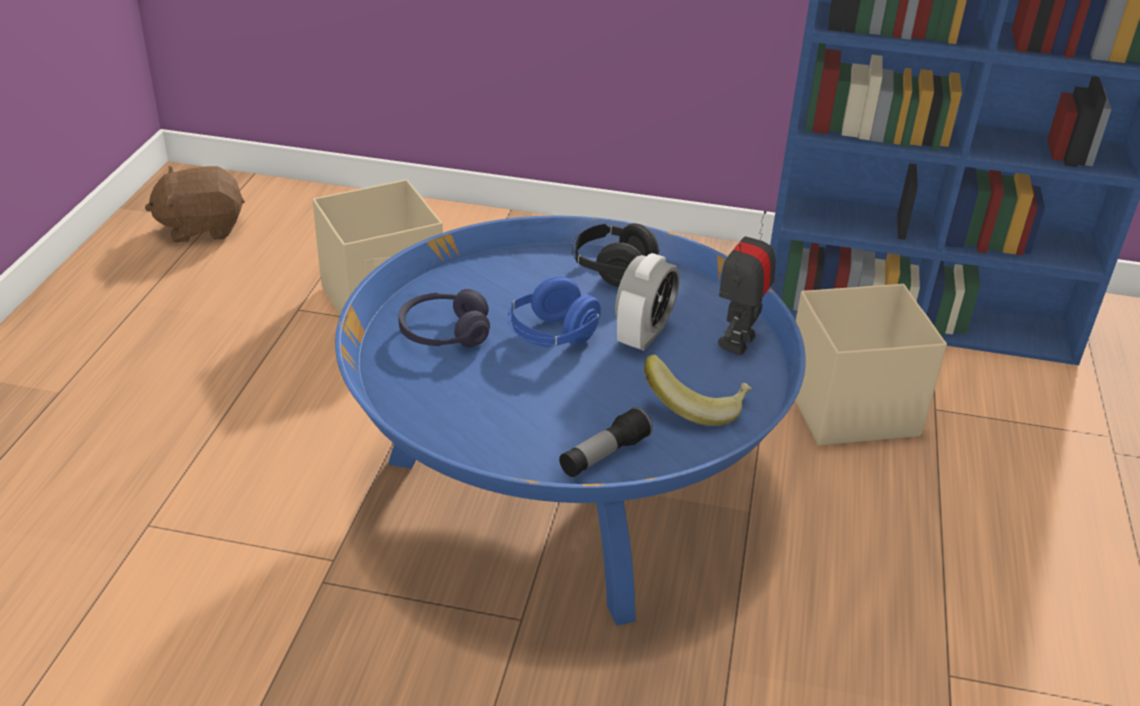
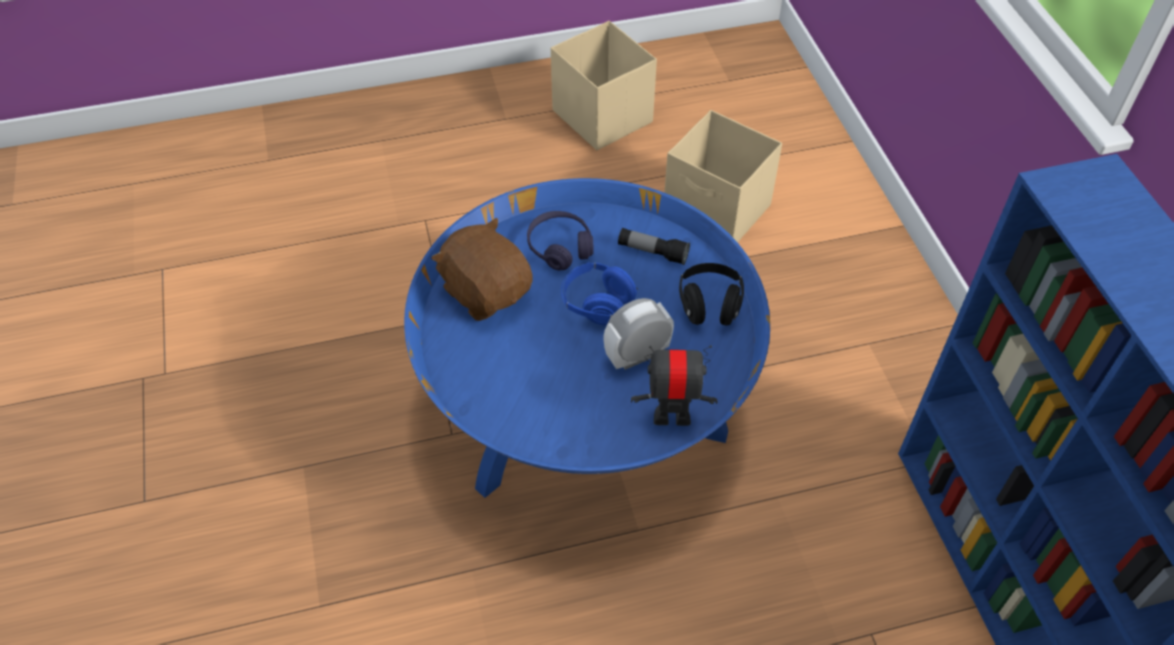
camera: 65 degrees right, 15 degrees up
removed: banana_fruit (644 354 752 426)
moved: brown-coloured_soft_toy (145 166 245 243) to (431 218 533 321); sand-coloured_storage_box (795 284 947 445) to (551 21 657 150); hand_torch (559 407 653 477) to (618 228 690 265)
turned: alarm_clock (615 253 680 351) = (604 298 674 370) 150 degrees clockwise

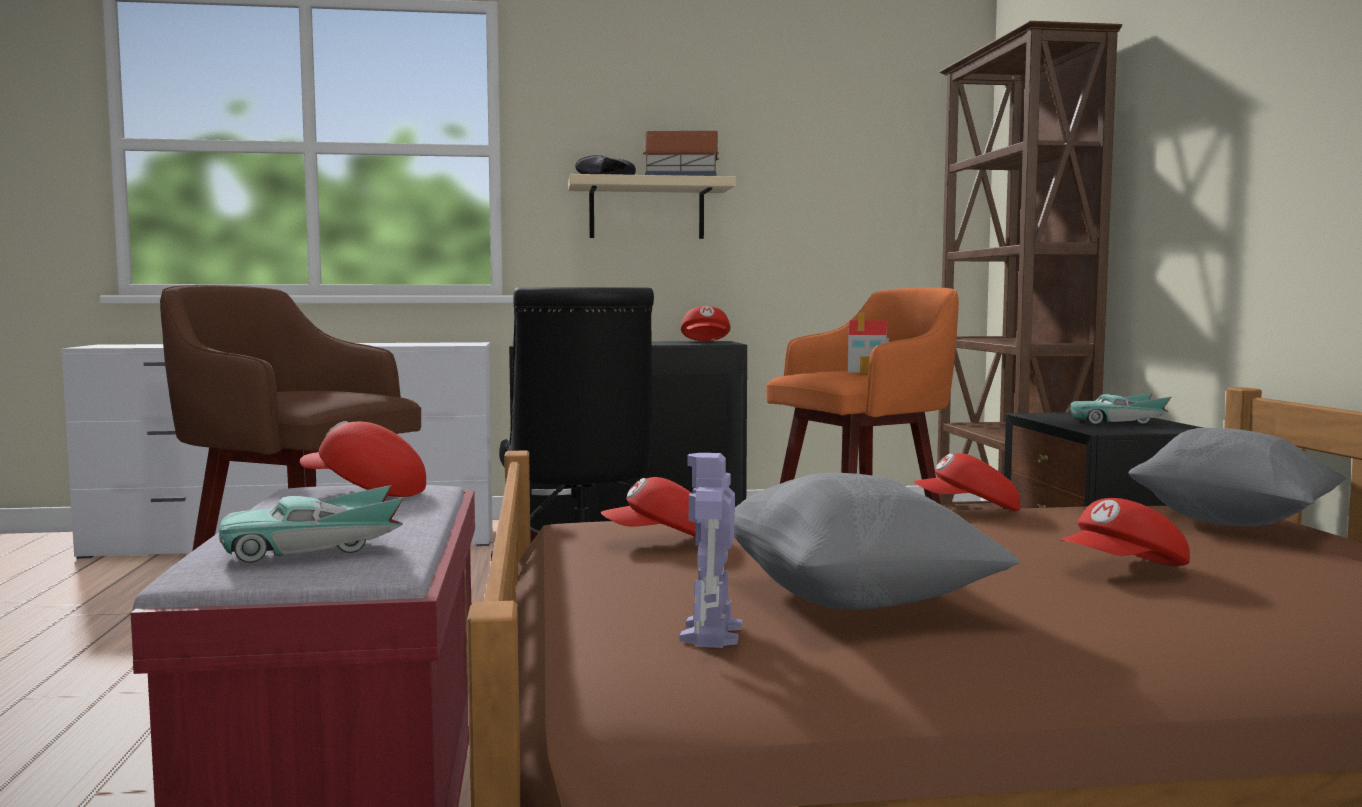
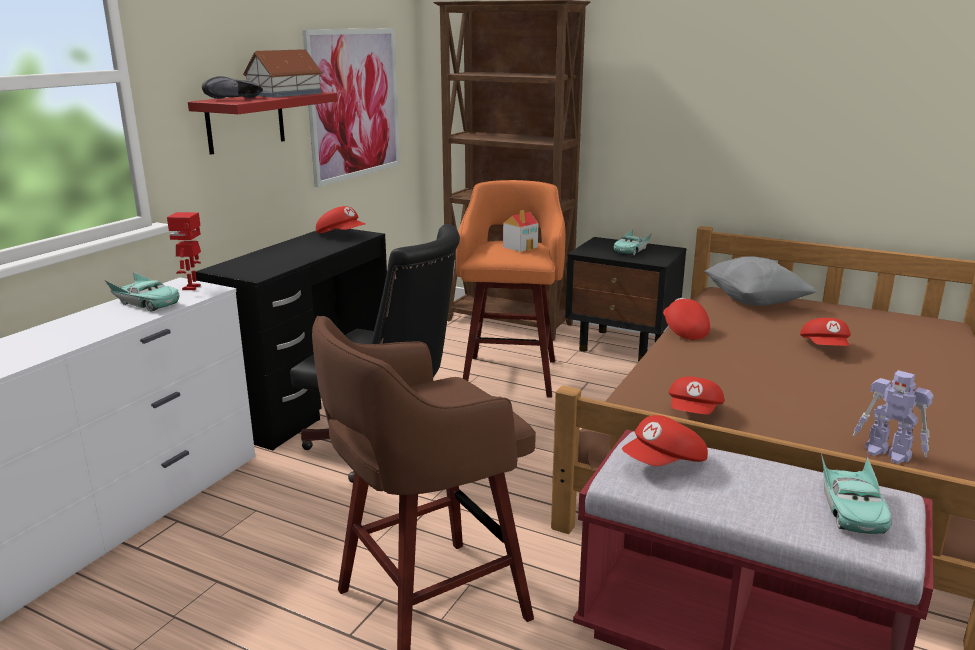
camera: 55 degrees left, 15 degrees up
removed: grey_cushion (734 473 1020 610)
added: turquoise_toy_car (105 272 179 312); toy_robot (167 212 201 290); wall_picture (302 28 400 187)
recoloured: sand-coloured_shelf (568 174 736 239) to red-coloured_shelf (188 92 338 155)
turned: red-coloured_cap (913 453 1020 511) = (663 298 710 340) 135 degrees clockwise

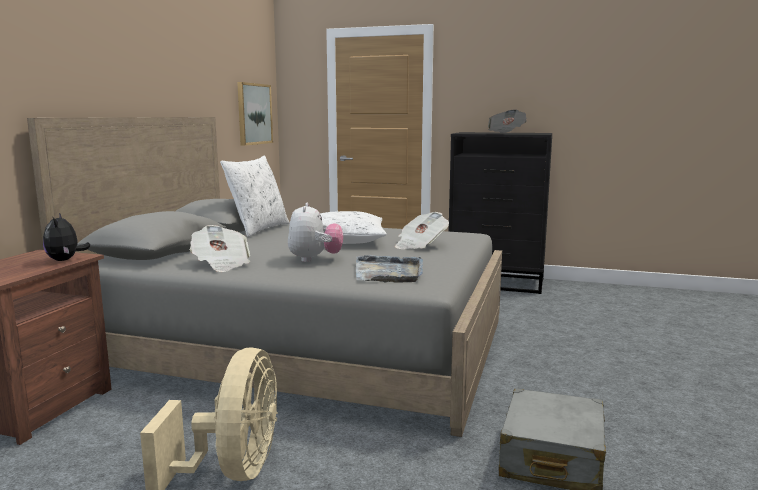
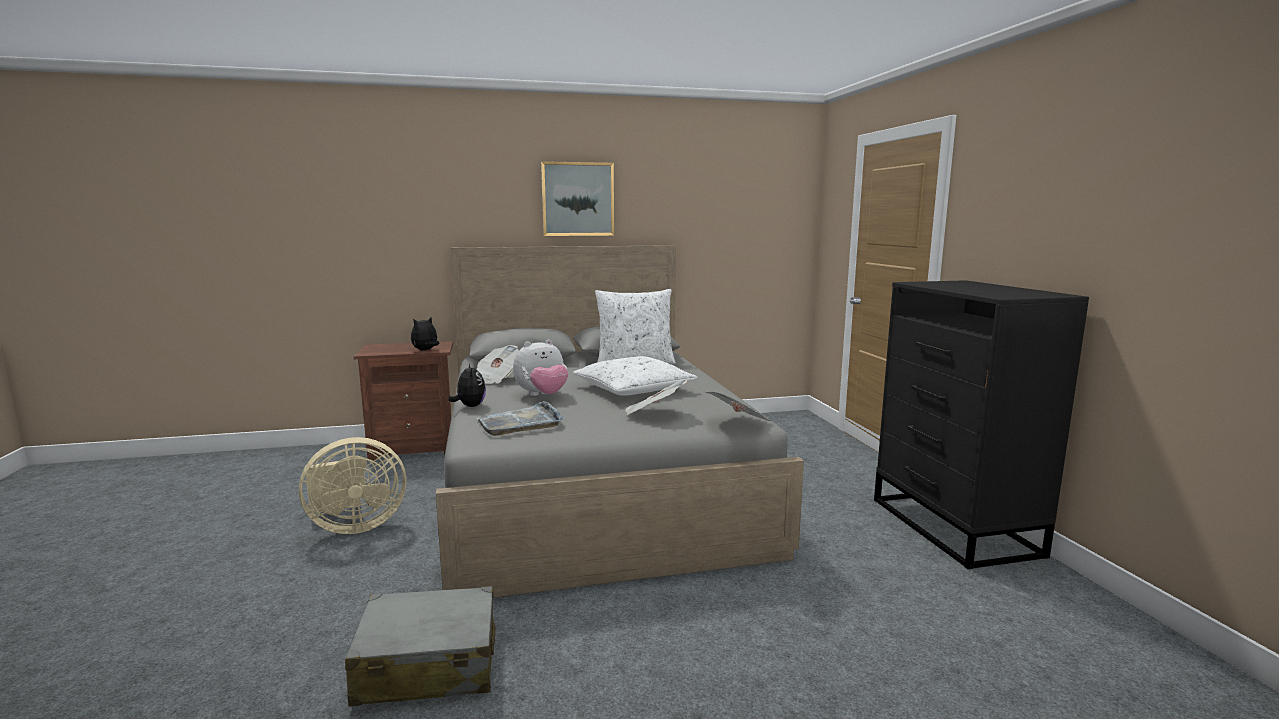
camera: 60 degrees right, 0 degrees up
added: soft_toy (449 363 486 407)
moved: wall_picture (237 82 273 146) to (541 161 614 236); printed_paper (488 109 527 133) to (706 392 771 421)

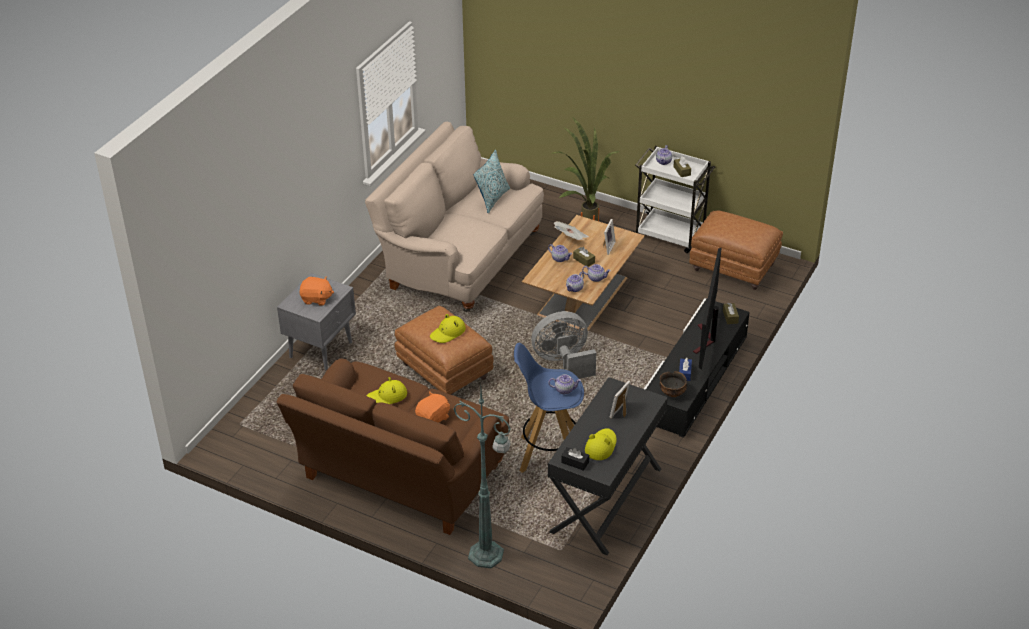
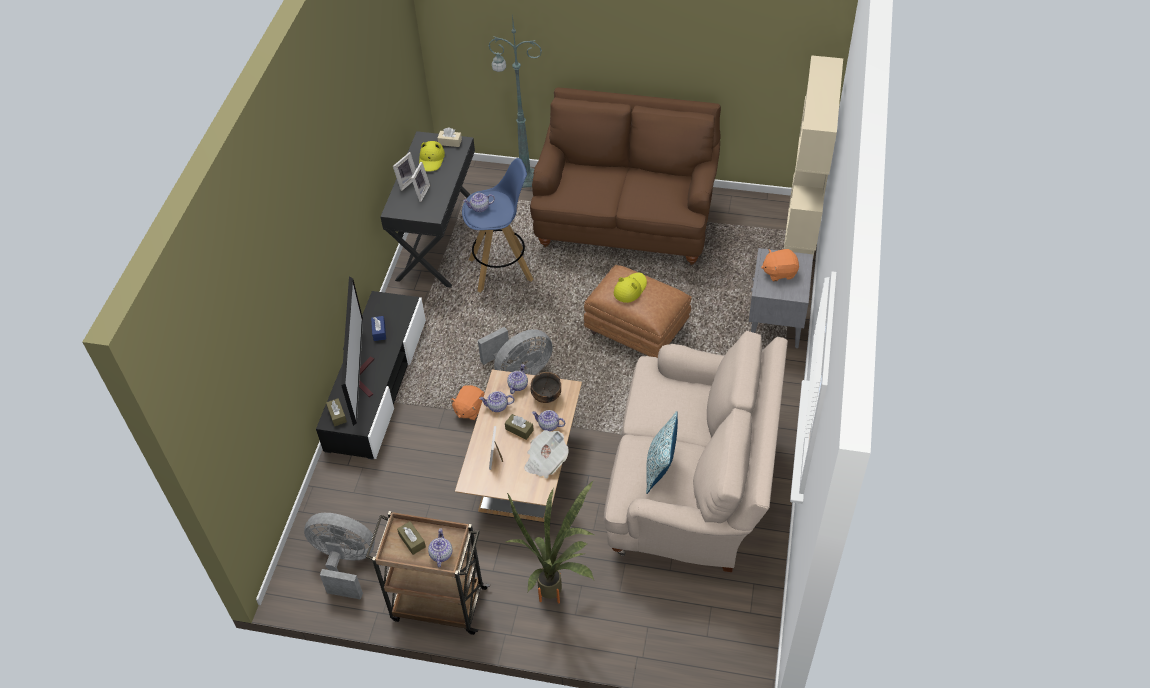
camera: 165 degrees right, 10 degrees up
removed: yellow-coloured_hat (366 377 407 404)
added: standing_frame (393 152 416 191); sand-coloured_shelving_unit (784 55 843 257)
moved: orange_soft_toy (415 391 450 423) to (450 385 485 420); deep_dish (659 371 687 397) to (531 372 561 403)
replaced: brown-coloured_footrest (689 211 783 290) to grey_fan (304 513 375 600)
recoloured: white-coloured_trolley (632 146 715 253) to brown-coloured_trolley (366 511 490 635); blackish_box_of_tissues (561 447 589 471) to sand-coloured_box_of_tissues (437 128 462 147)

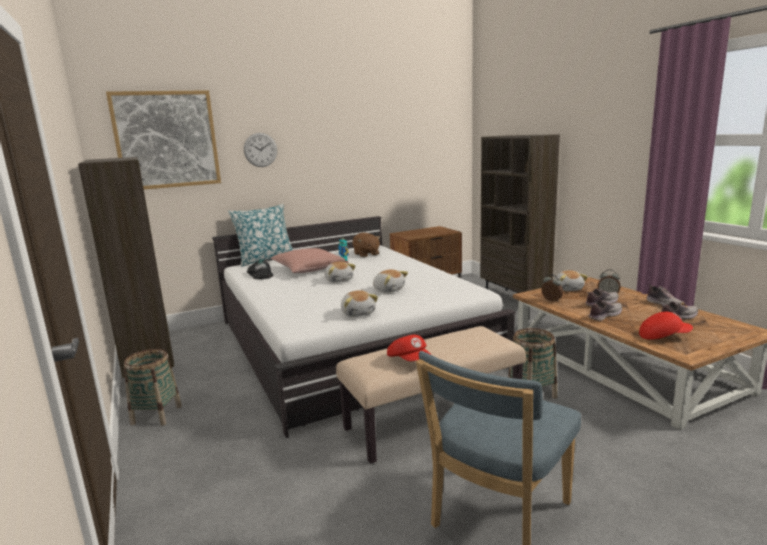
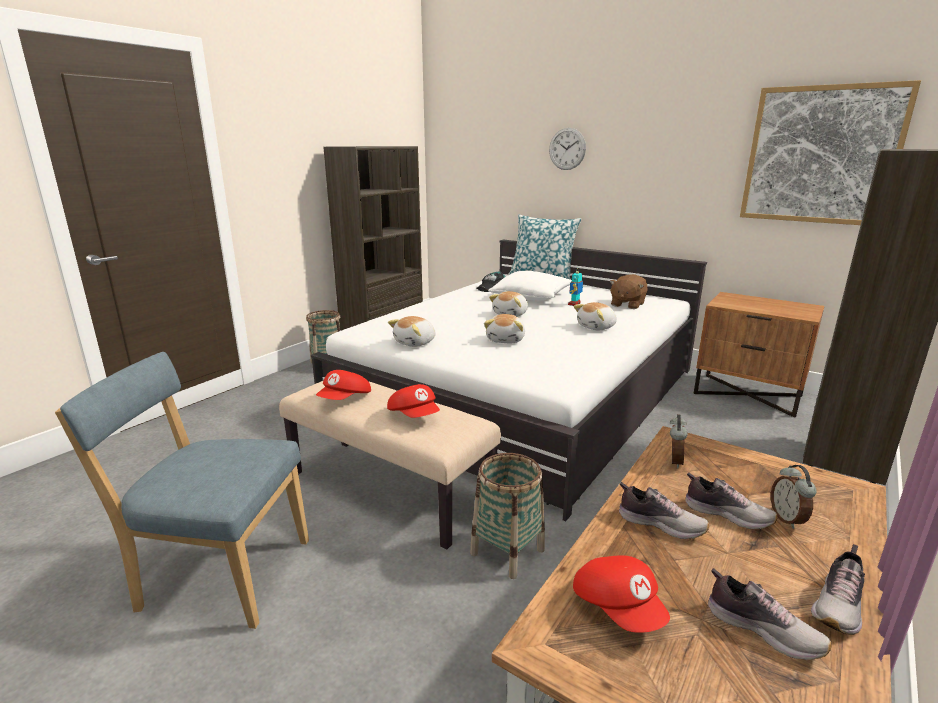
camera: 60 degrees right, 5 degrees up
added: red-coloured_cap (387 384 440 418)
moved: soft_toy (555 270 588 291) to (574 302 617 330); wall_picture (106 90 221 190) to (740 80 921 225)
recoloured: pinkish_cushion (271 248 345 273) to white-coloured_cushion (488 271 572 301)

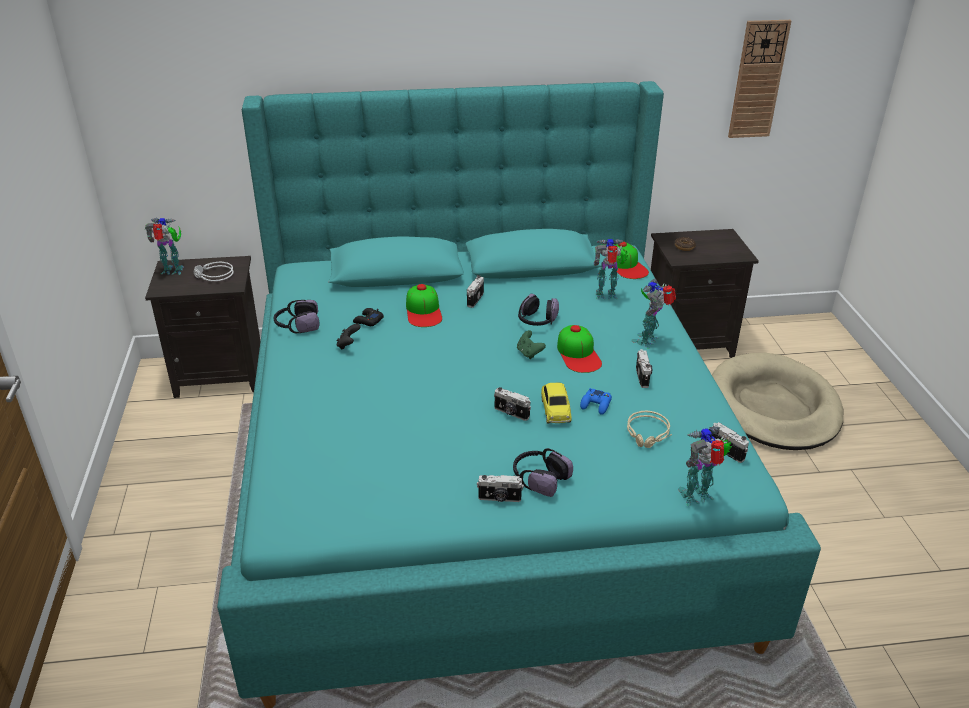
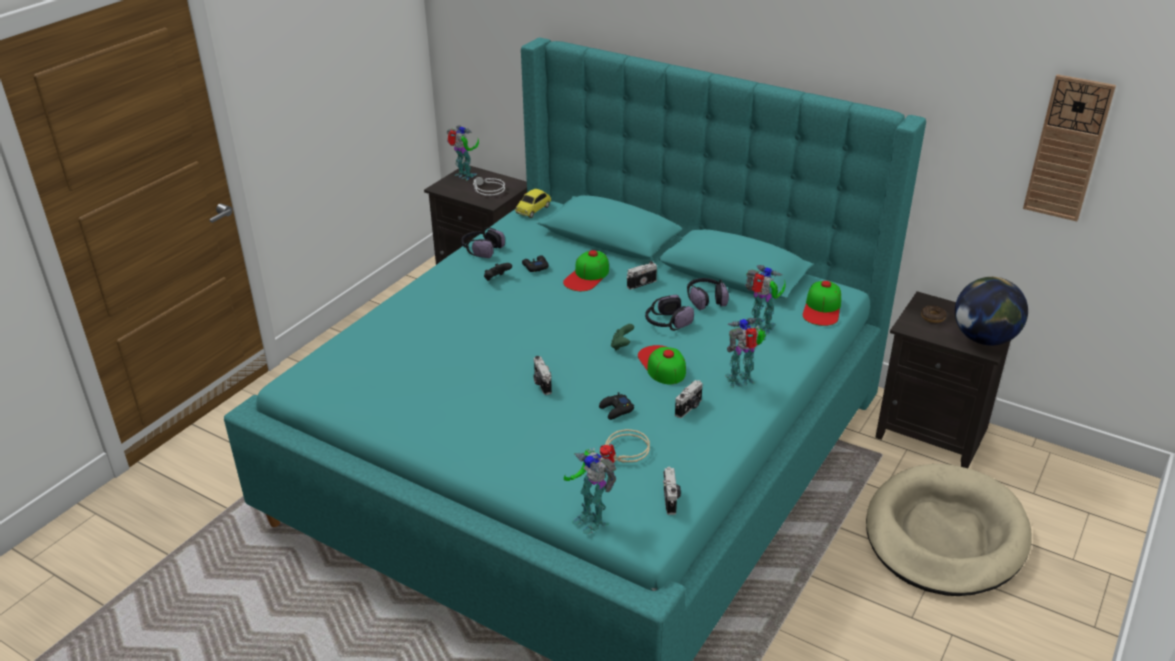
camera: 40 degrees right, 0 degrees up
removed: still_camera (477 475 524 502)
added: desk_globe (955 277 1028 346)
moved: toy_car (541 383 572 423) to (515 189 551 218); headset (513 448 573 497) to (687 278 729 310)
recoloured: blue_gamepad (580 388 612 415) to blackish_gamepad (599 392 634 420)
turned: toy_robot (678 426 732 506) = (564 444 617 534) 150 degrees counterclockwise; cap (557 325 602 373) = (638 345 686 385) 135 degrees clockwise

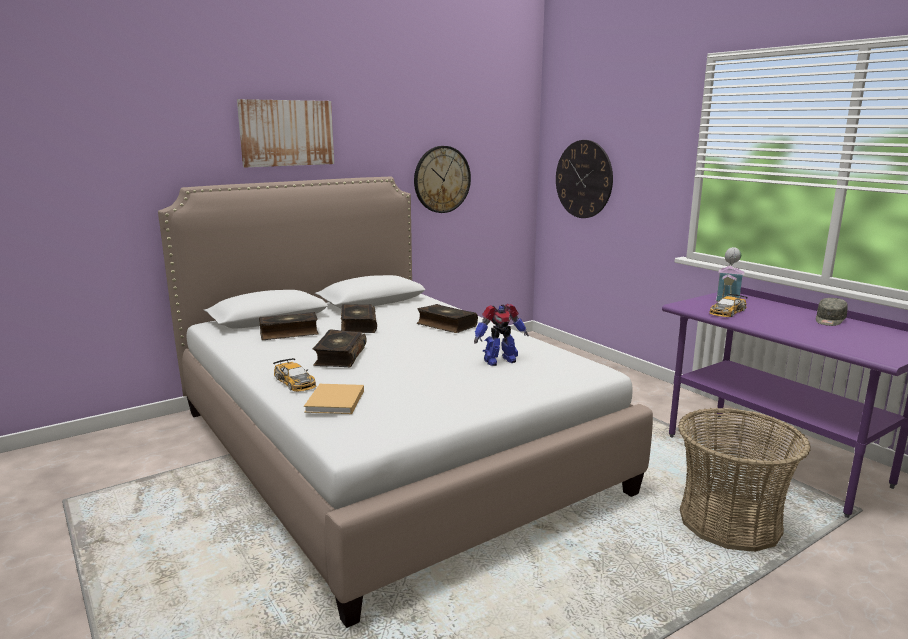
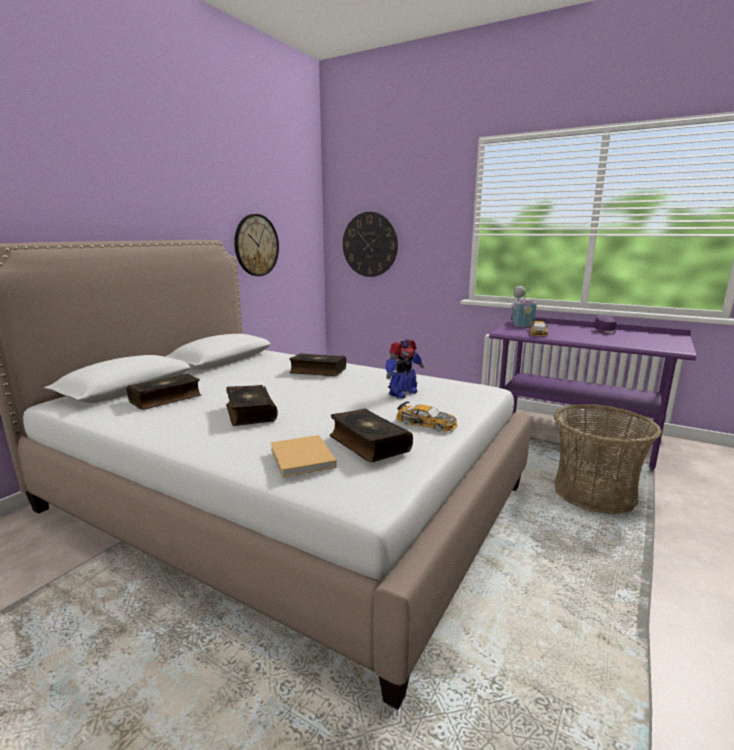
camera: 25 degrees left, 0 degrees up
removed: wall_picture (237 99 334 167)
moved: volume (341 304 377 333) to (330 409 413 463); toy_car (273 358 316 392) to (396 401 457 431)
recoloured: grey_cap (816 298 848 326) to purplish_cap (594 315 616 334)

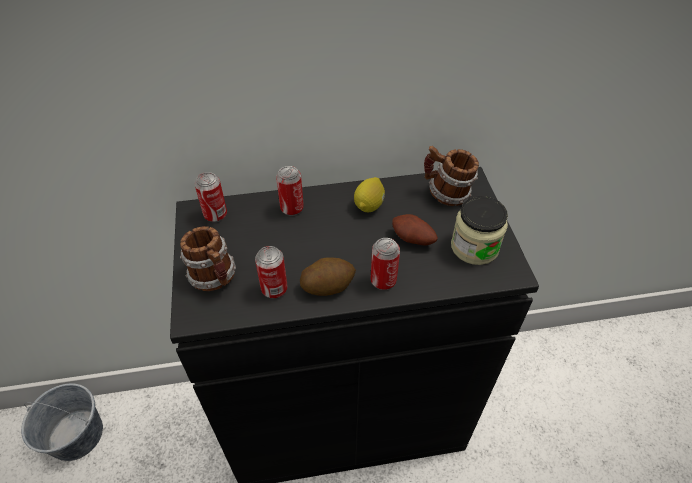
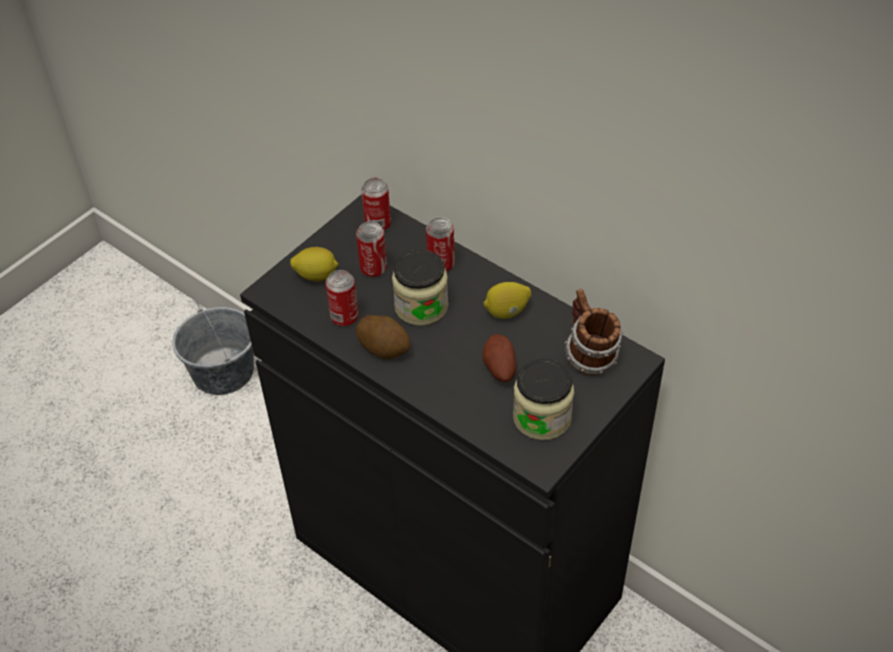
camera: 50 degrees right, 0 degrees up
added: preserve_jar (392 250 448 326)
moved: metal_can (371 238 400 290) to (356 221 387 278)
replaced: coffee_mug (180 226 236 291) to lemon (290 247 338 281)

